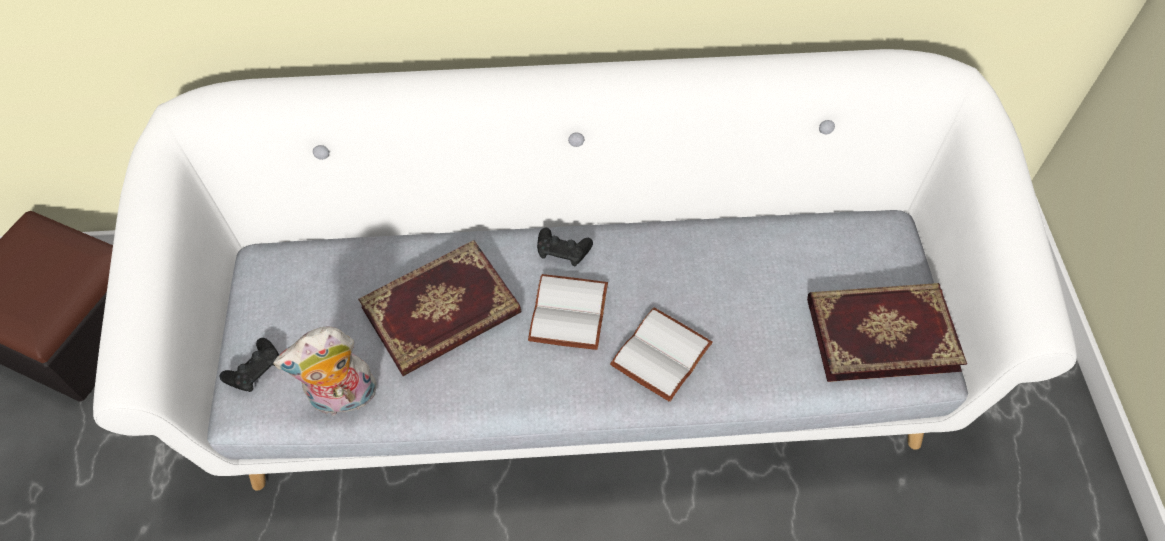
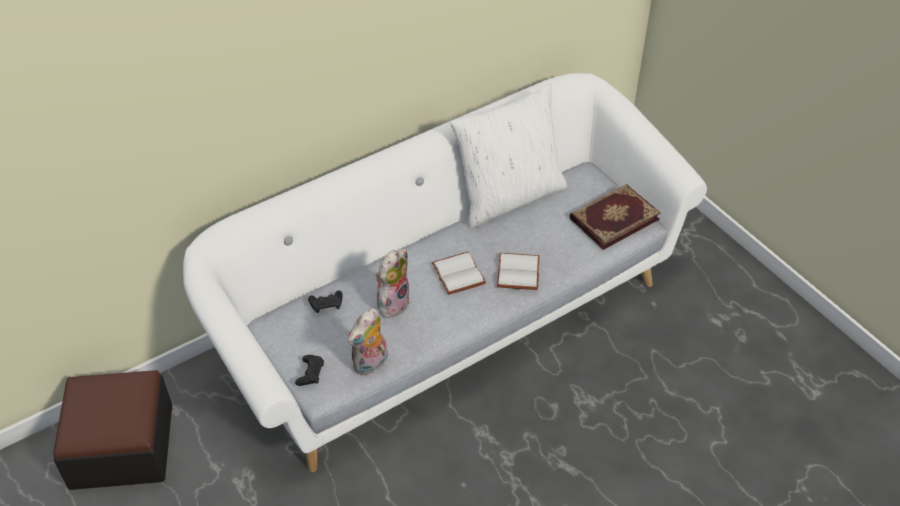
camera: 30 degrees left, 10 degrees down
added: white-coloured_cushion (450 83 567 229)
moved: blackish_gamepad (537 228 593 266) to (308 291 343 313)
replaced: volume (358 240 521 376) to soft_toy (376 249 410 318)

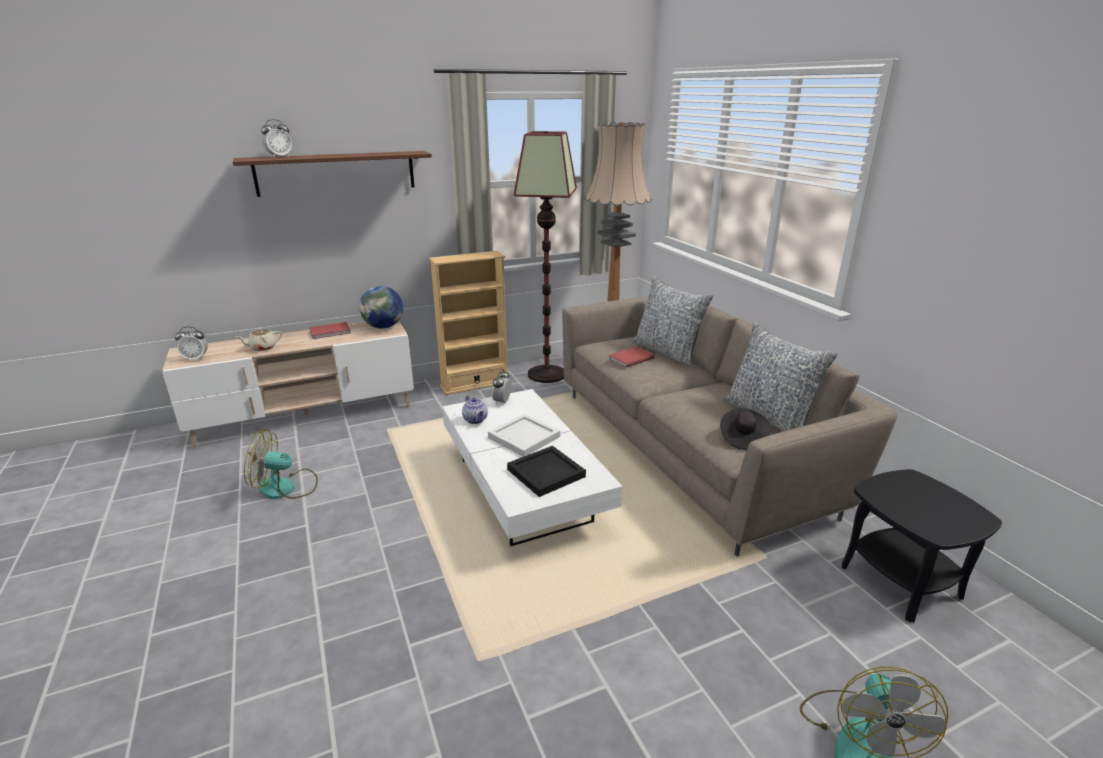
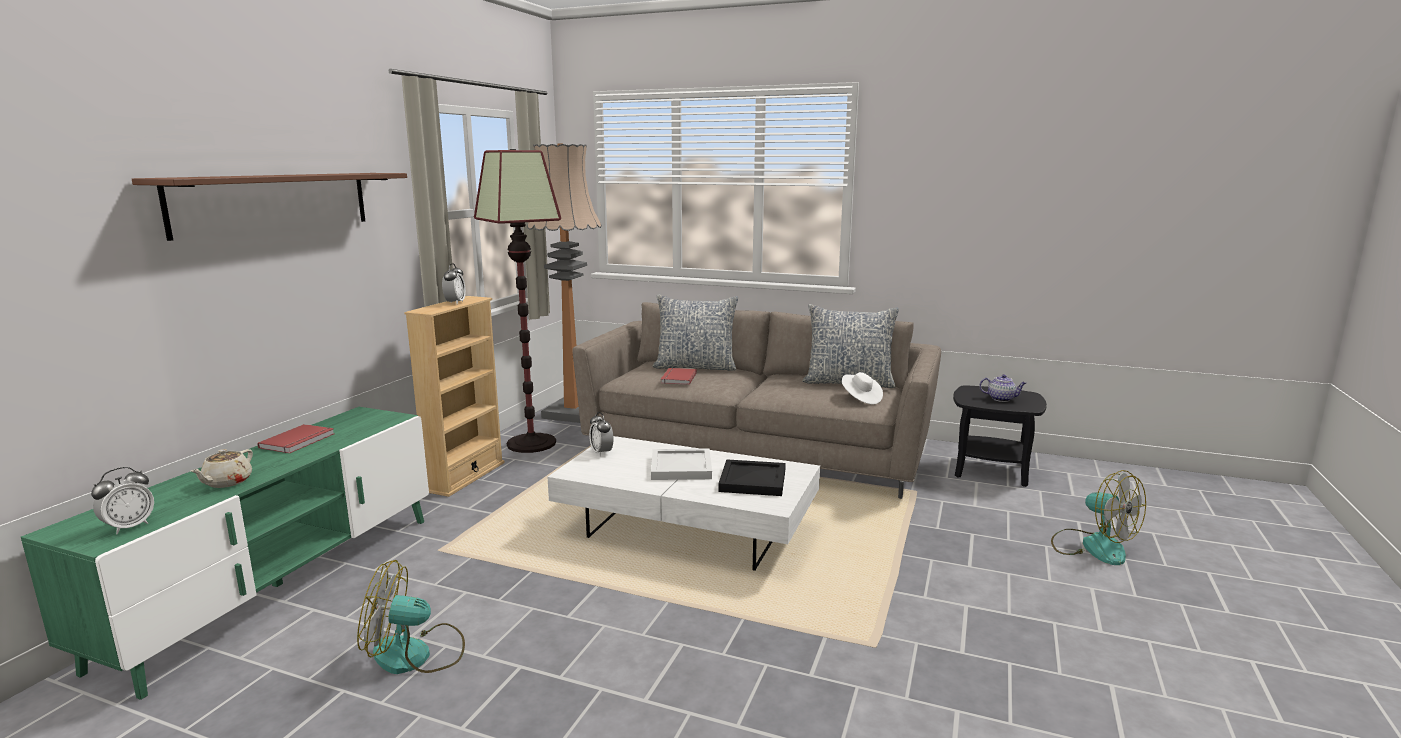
camera: 45 degrees left, 10 degrees down
removed: desk_globe (359 286 403 329)
moved: alarm_clock (261 119 292 158) to (442 263 466 304); tea_pot (462 396 488 424) to (979 374 1026 402)
recoloured: sand-coloured_media_console (162 321 414 448) to green_media_console (21 407 429 700); blackish_hat (720 408 771 450) to white-coloured_hat (842 372 883 405)
turned: fan (244 429 318 500) = (357 560 465 674) 45 degrees clockwise

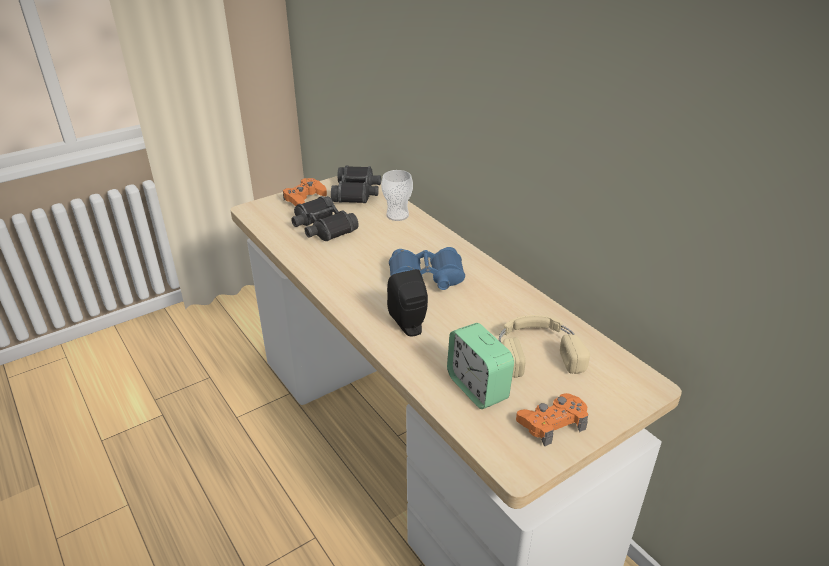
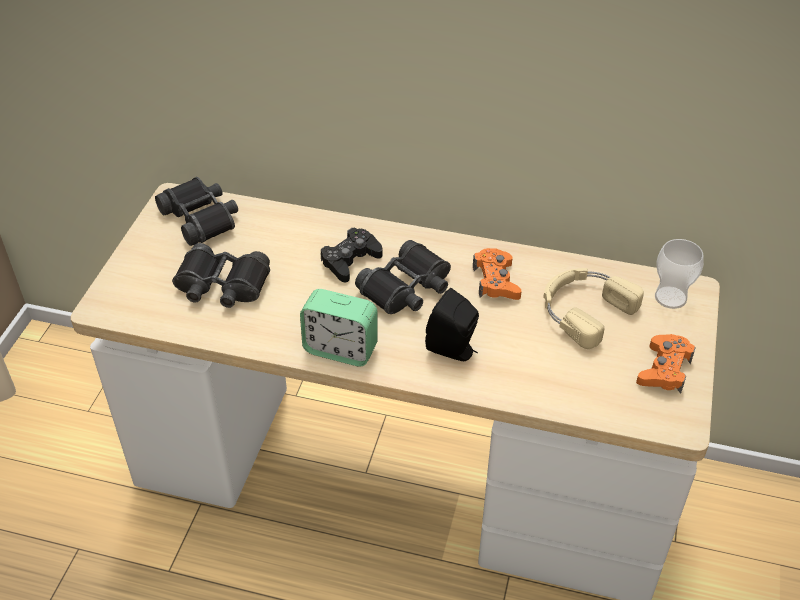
camera: 40 degrees left, 10 degrees up
added: blackish_gamepad (321 228 383 283)
moved: alarm_clock (447 323 514 409) to (300 289 378 367); orange_gamepad (283 178 327 206) to (473 248 522 300); small_cup (381 170 413 221) to (655 239 704 309)
recoloured: blue_field_glasses (389 247 465 290) to blackish_field_glasses (355 240 451 314)

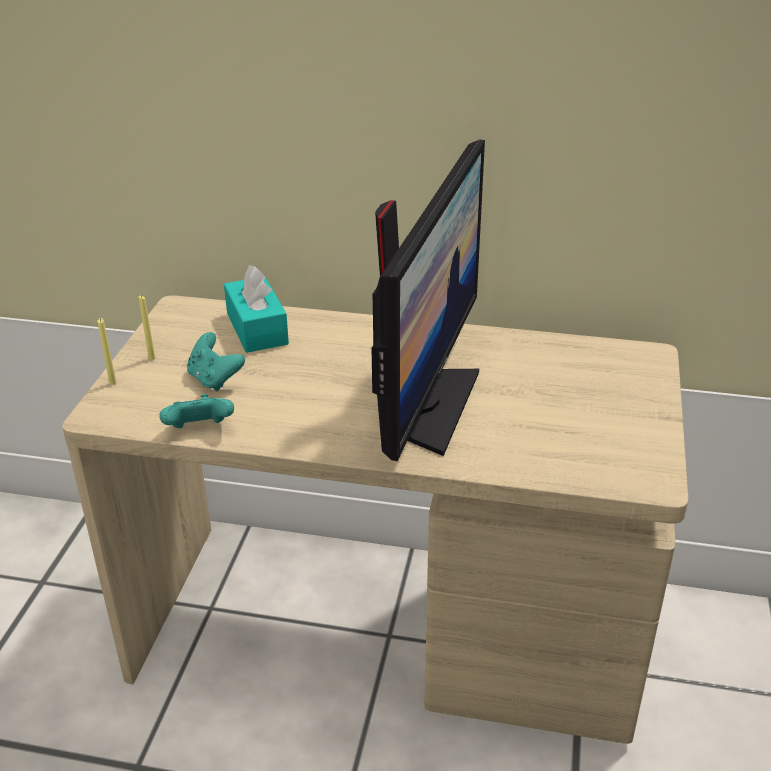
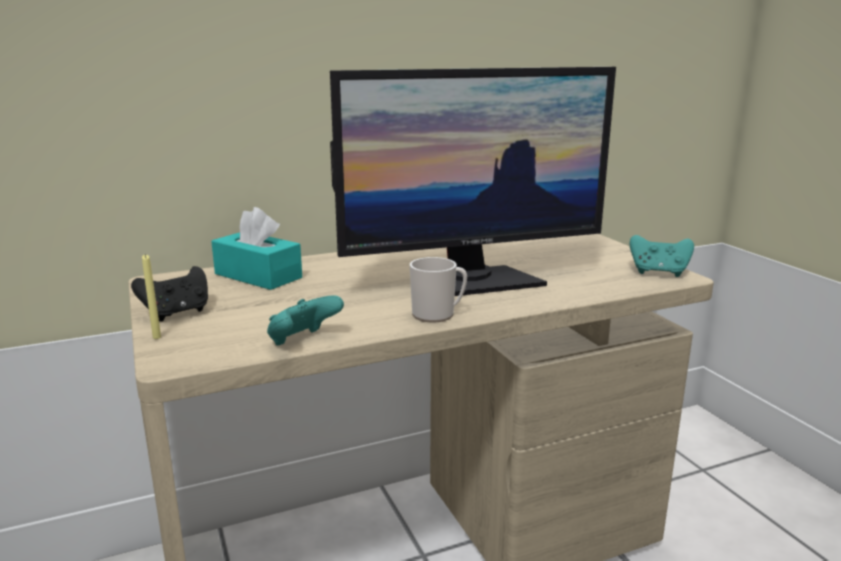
camera: 35 degrees left, 15 degrees down
added: coffee_mug (410 257 467 322)
moved: turquoise_gamepad (187 332 245 391) to (629 235 694 277)
replaced: yellow-coloured_wax_light (139 295 155 360) to blackish_gamepad (131 266 208 321)
turned: monitor (372 139 485 461) = (330 67 616 296) 90 degrees clockwise

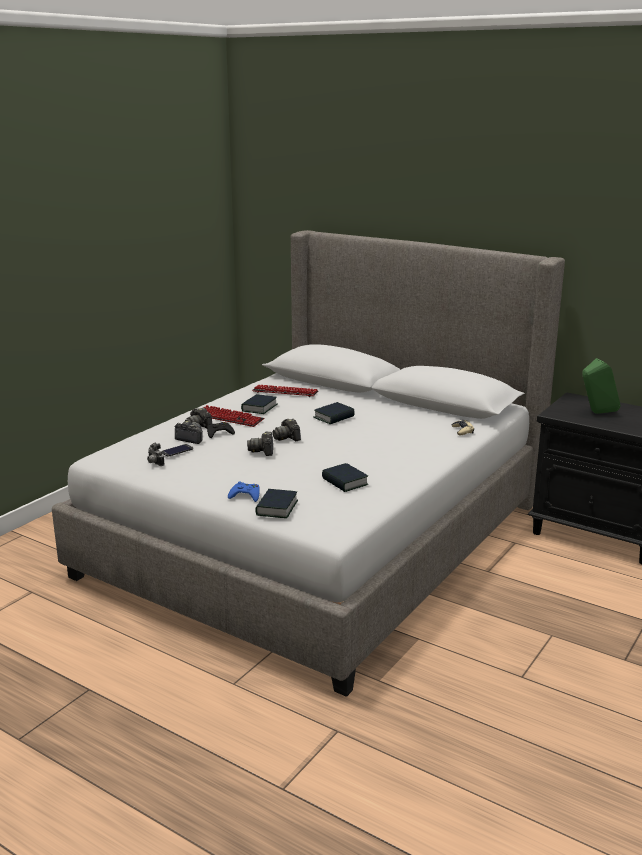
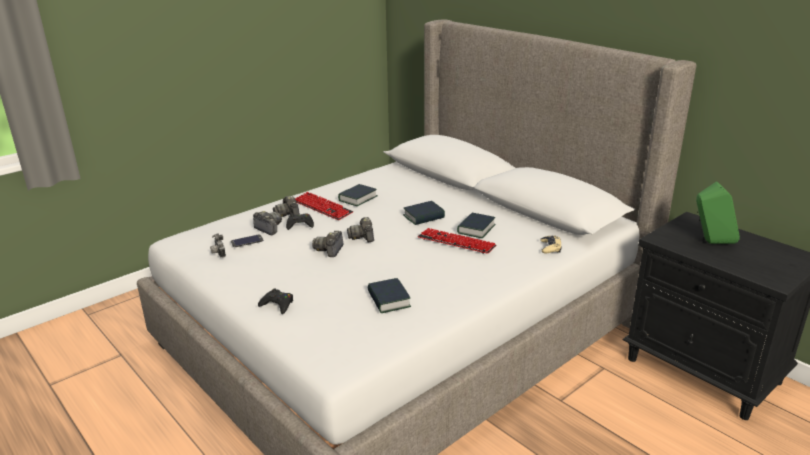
camera: 15 degrees right, 5 degrees up
moved: computer_keyboard (252 384 319 397) to (418 228 496 254); volume (255 489 298 518) to (457 213 496 238)
recoloured: blue_gamepad (228 481 260 502) to blackish_gamepad (258 289 293 314)

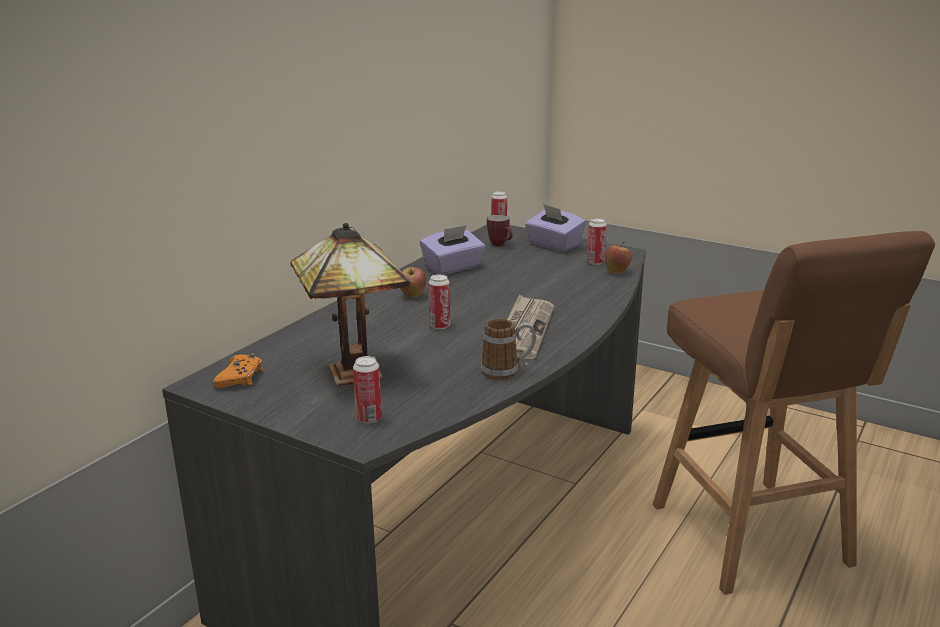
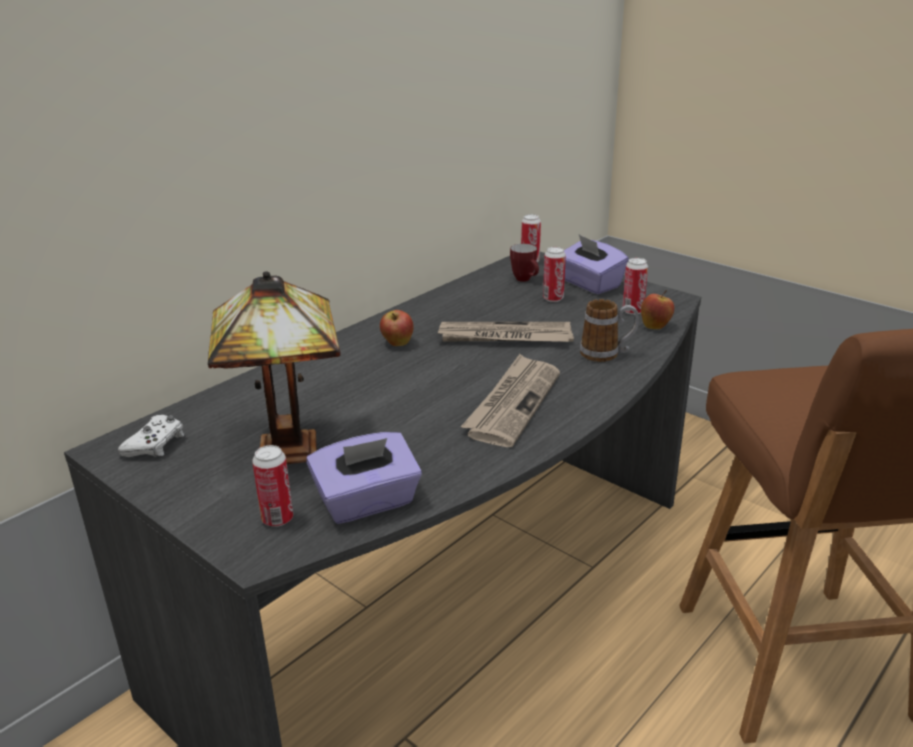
camera: 10 degrees right, 5 degrees up
added: printed_paper (438 322 574 342)
moved: purplish_box_of_tissues (420 225 485 275) to (306 432 422 524); metal_can (428 274 450 329) to (543 247 566 302); coffee_mug (481 318 536 380) to (580 299 639 362)
recoloured: orange_gamepad (213 353 263 388) to white-coloured_gamepad (118 415 184 457)

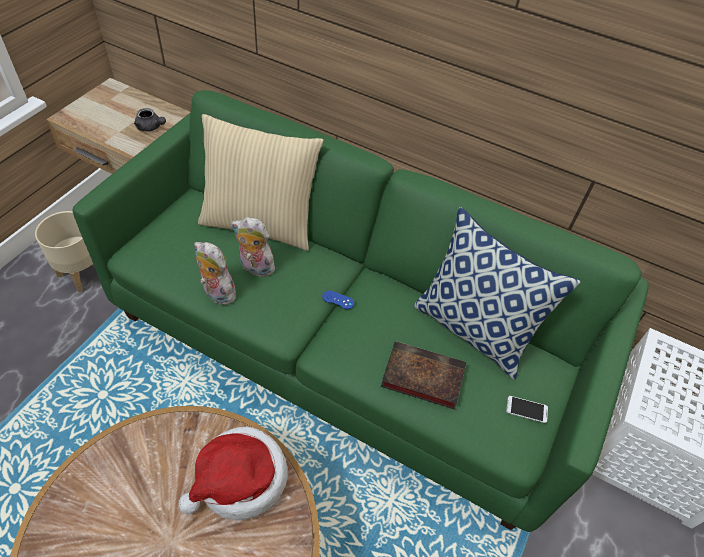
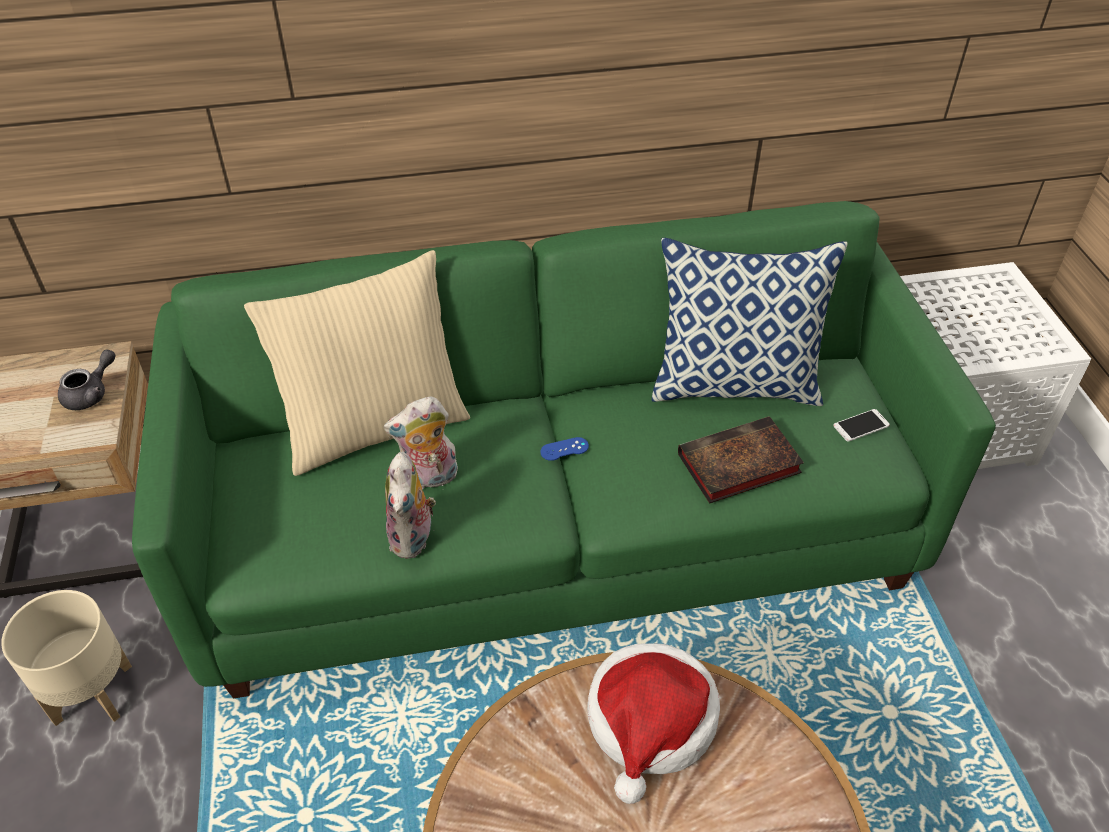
camera: 35 degrees left, 5 degrees down
turned: grey_tea_pot (134 108 166 132) = (58 349 115 410) 45 degrees counterclockwise; soft_toy (194 242 236 305) = (385 452 436 559) 90 degrees counterclockwise

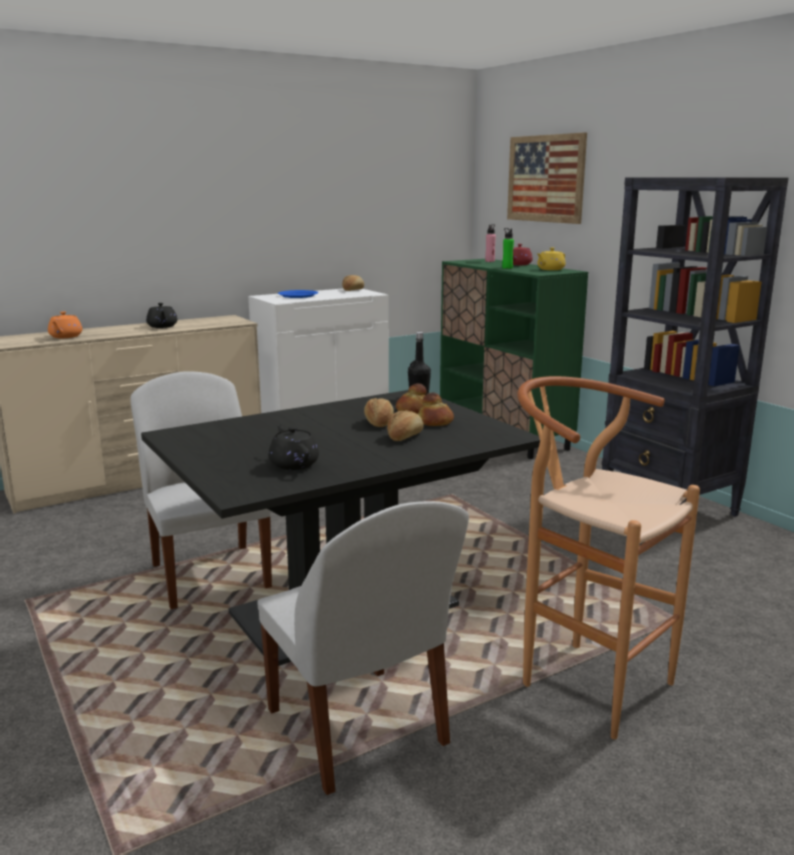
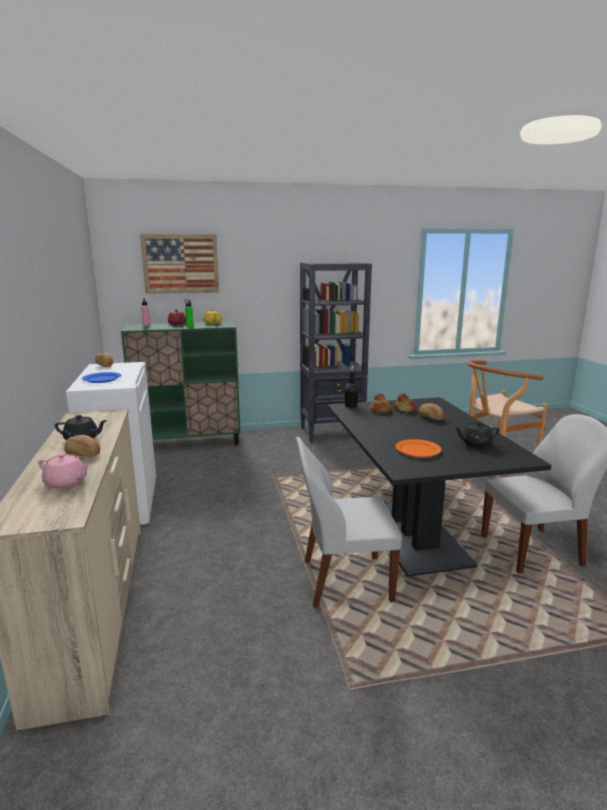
camera: 70 degrees left, 0 degrees up
added: orange_plate (395 439 441 457)
moved: bread (364 398 394 427) to (64 435 100 457)
recoloured: orange_tea_pot (48 311 82 338) to pinkish_tea_pot (38 453 91 489)

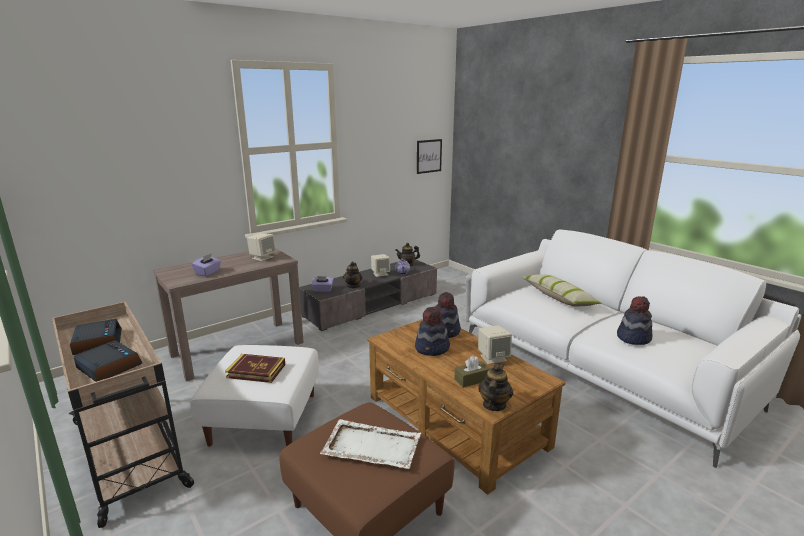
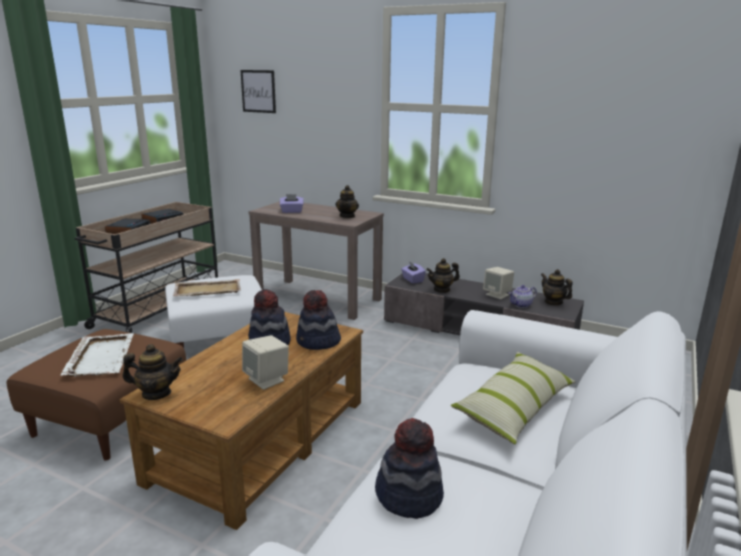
camera: 65 degrees right, 0 degrees up
removed: brown-coloured_box_of_tissues (454 356 490 388)
moved: wall_picture (417 139 442 174) to (241 70 276 113)
replaced: volume (225 354 285 383) to sand-coloured_serving_tray (173 279 241 296); sand-coloured_audio_speaker (247 233 276 261) to tea_pot (336 185 359 218)

